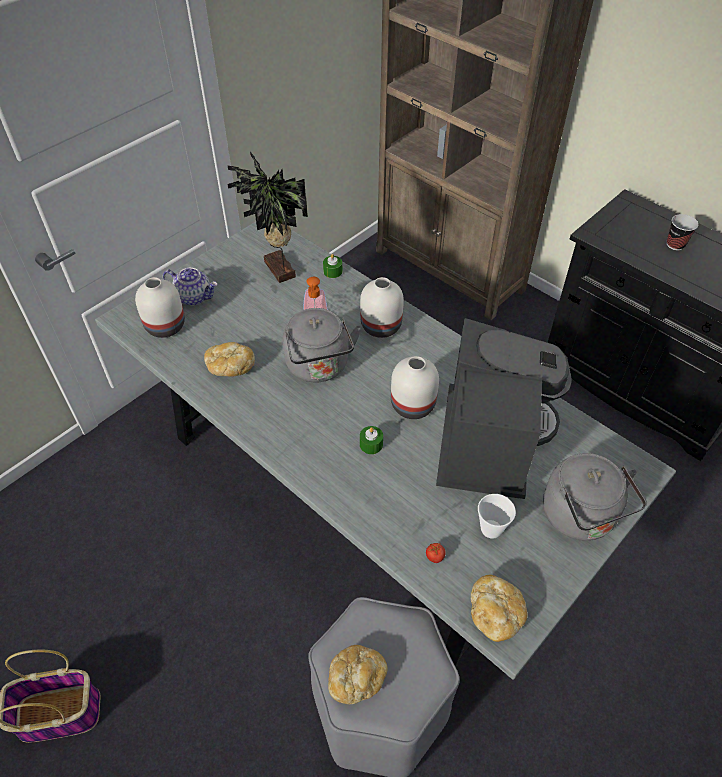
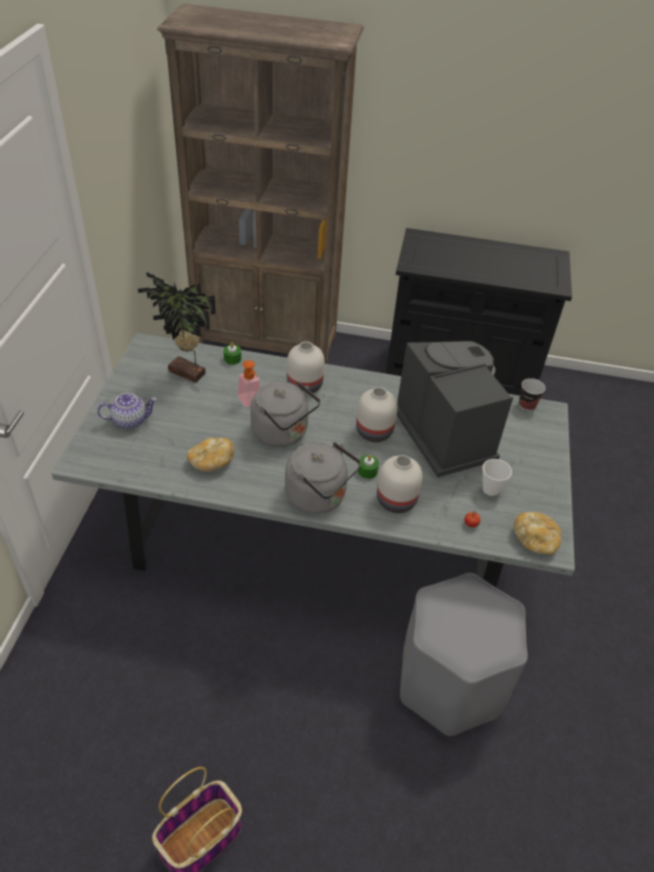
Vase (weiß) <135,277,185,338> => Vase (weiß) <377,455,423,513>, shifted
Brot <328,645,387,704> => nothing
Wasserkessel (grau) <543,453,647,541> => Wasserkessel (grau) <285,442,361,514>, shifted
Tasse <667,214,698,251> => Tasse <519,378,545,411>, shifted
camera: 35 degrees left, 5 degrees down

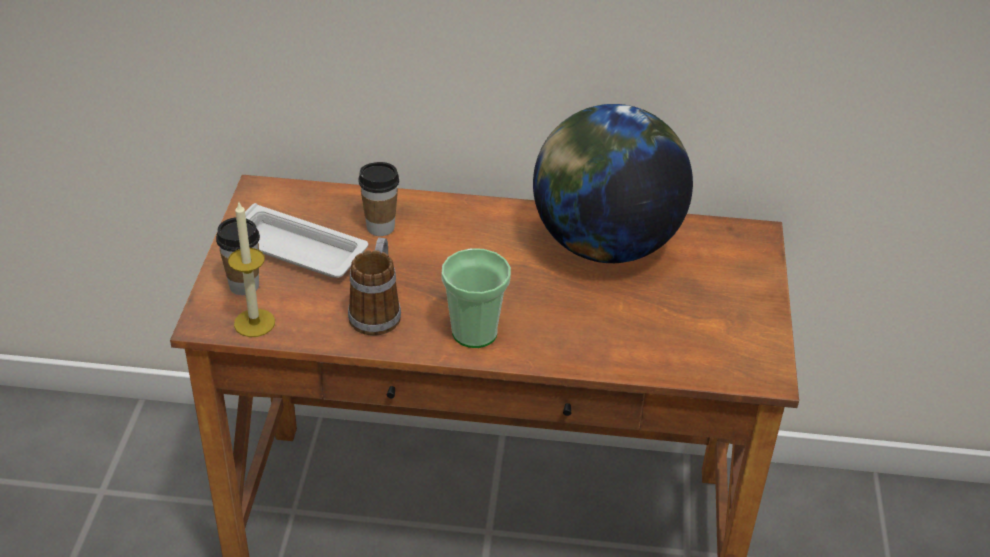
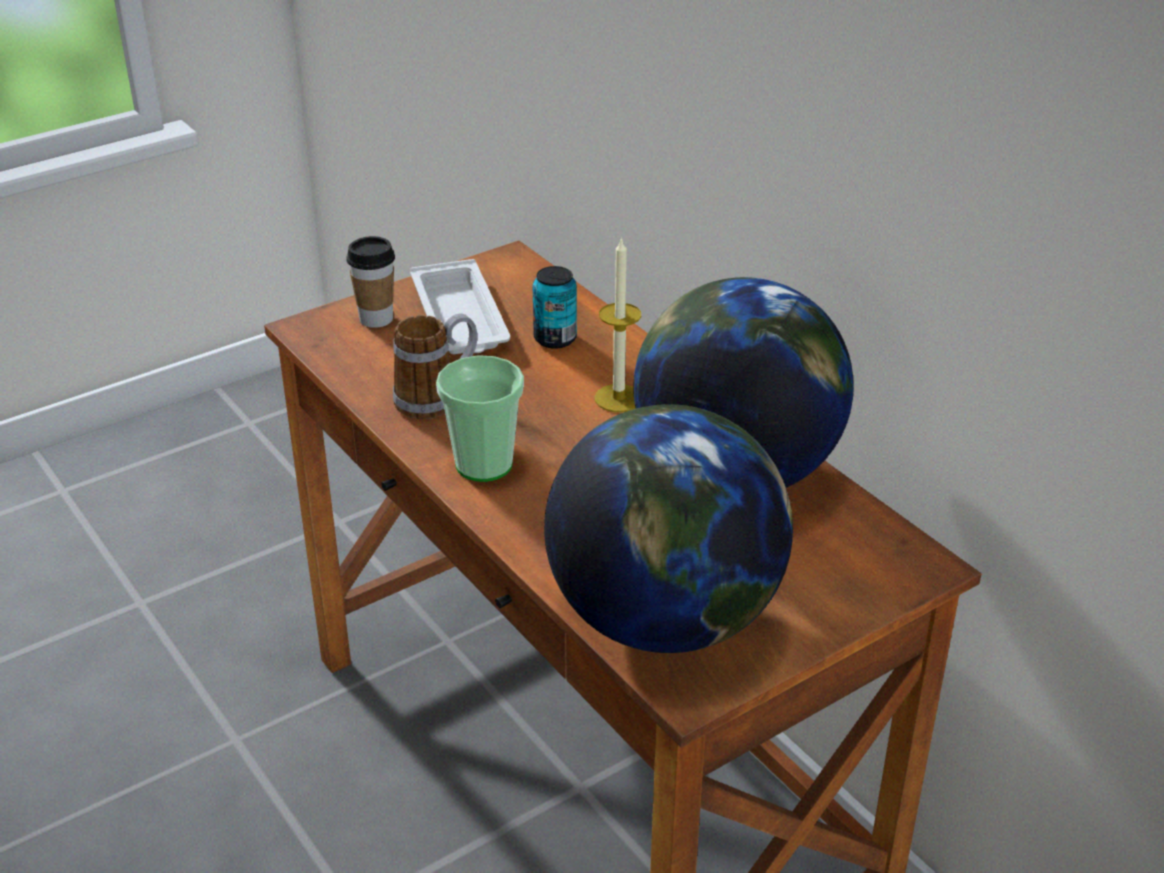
Kerze <228,202,275,337> => Kerze <595,237,641,412>, shifted
Tasse <358,162,399,236> => Dose <533,266,577,349>
nothing => Globus <544,404,793,653>
camera: 50 degrees right, 5 degrees down

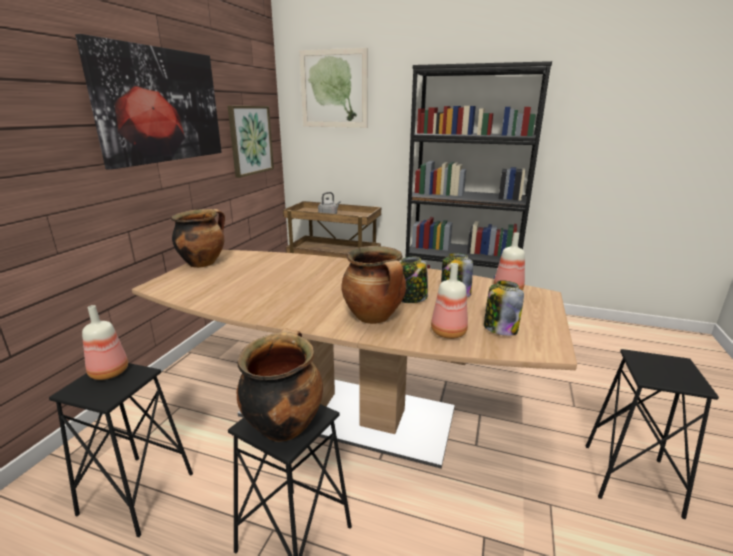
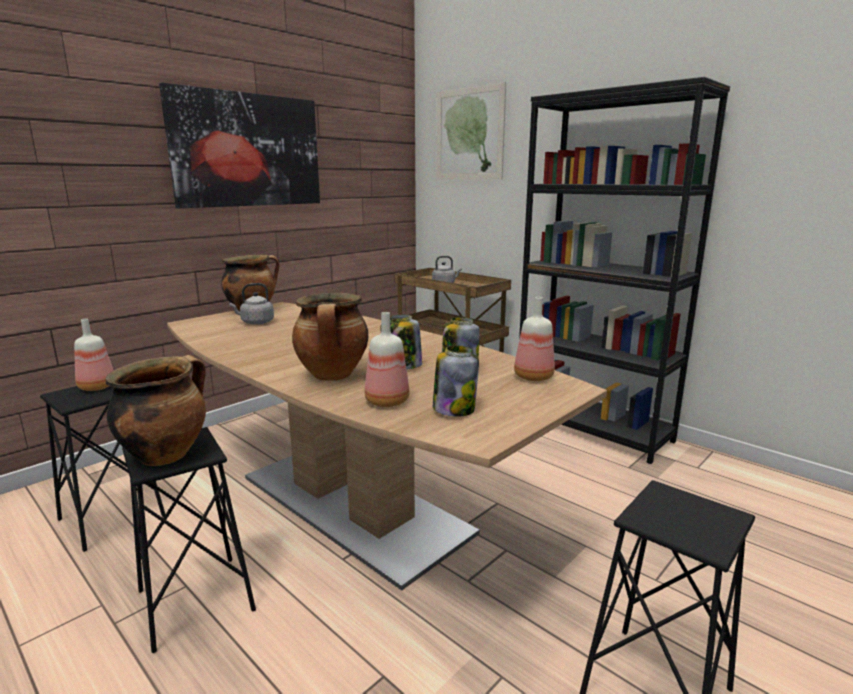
Bild <228,106,274,178> => nothing
nothing => Wasserkessel (grau) <229,283,274,325>
camera: 25 degrees right, 5 degrees down

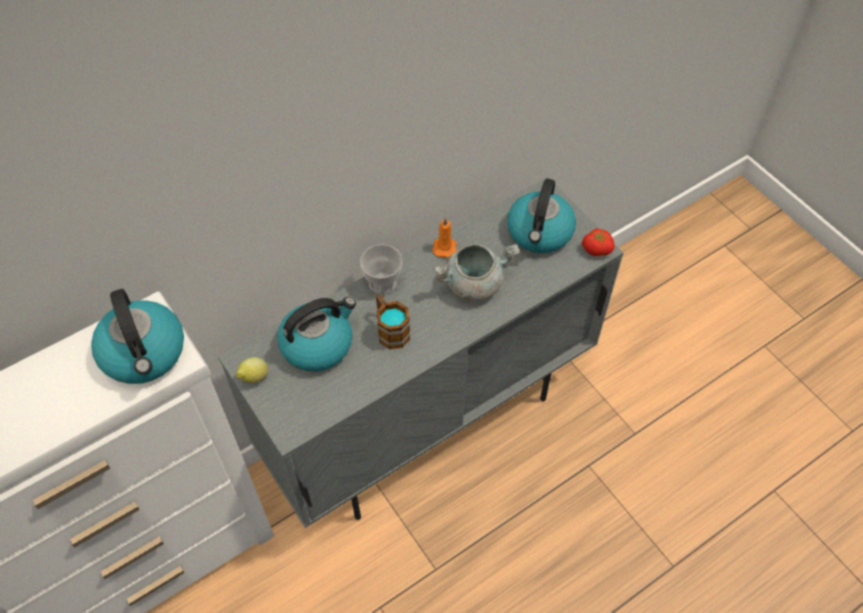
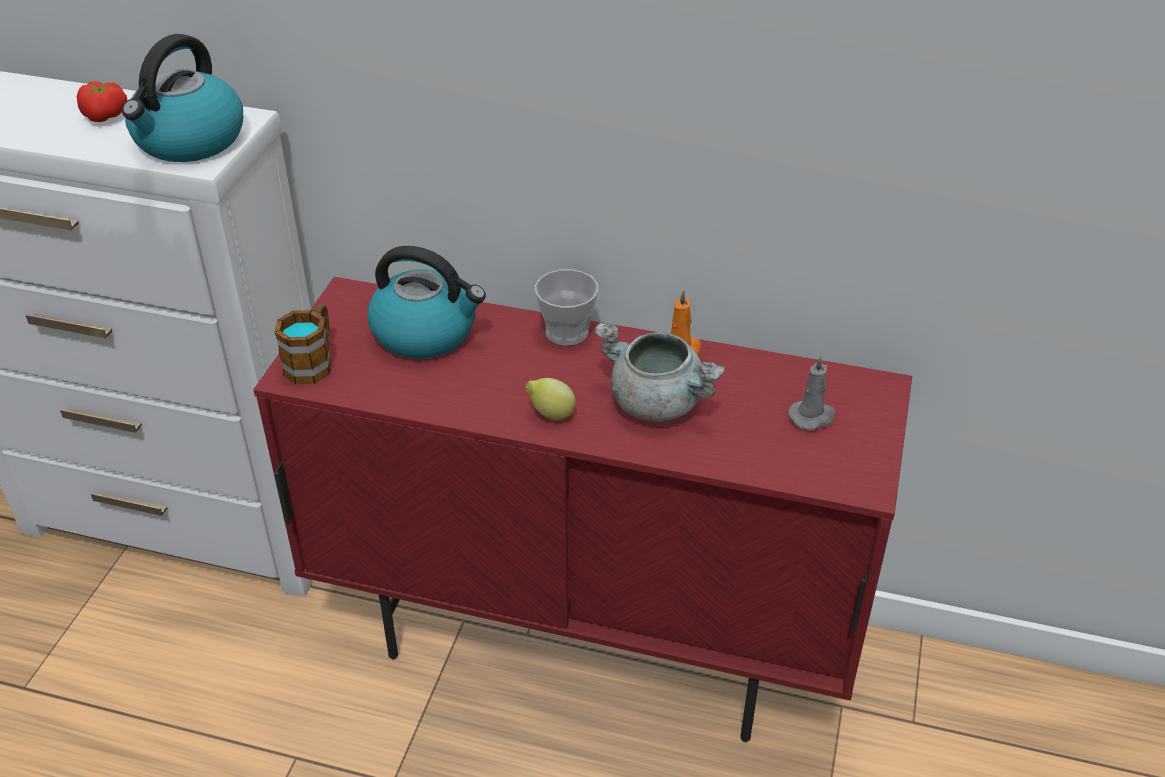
Schrank (grau) <218,177,624,528> => Schrank (rot) <254,277,912,742>
Zitrone <236,357,268,383> => Zitrone <525,378,576,420>, shifted
Henkelbecher <376,295,410,349> => Henkelbecher <275,303,332,384>, shifted
Wasserkessel <507,179,576,253> => Kerze (grau) <788,355,836,430>
Tomate <582,228,615,256> => Tomate <77,81,127,122>, shifted
camera: 50 degrees right, 15 degrees down

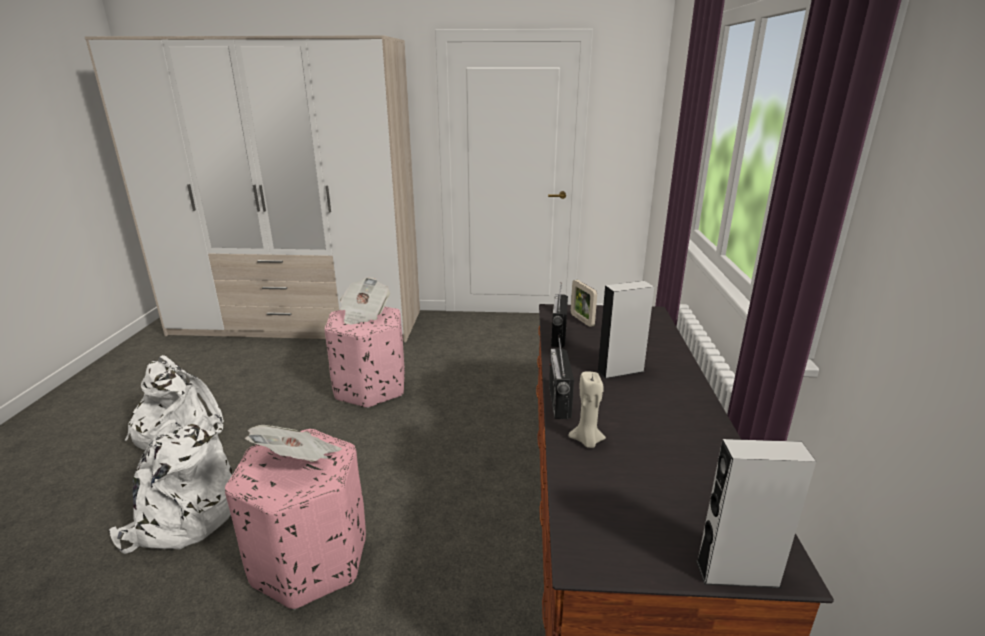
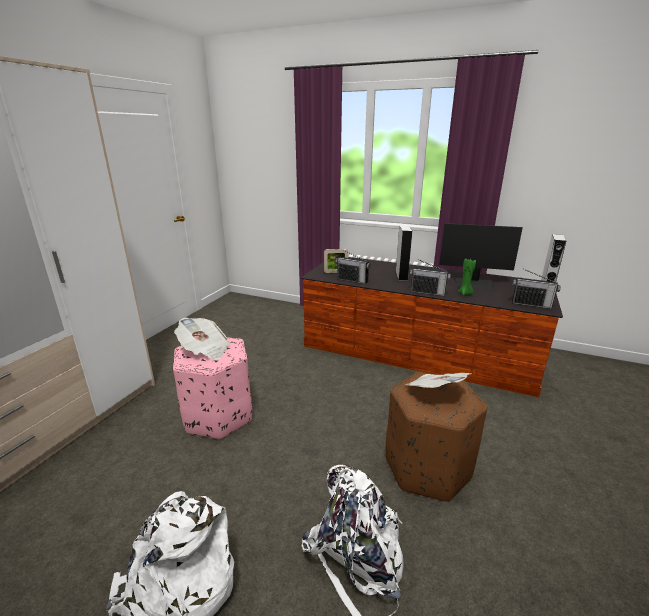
Polsterhocker (rosa) <225,429,366,610> => Polsterhocker (braun) <386,372,487,502>
Kerze (beige) <568,371,606,448> => Kerze (grün) <458,257,476,296>
nothing => Monitor <439,223,523,290>
nothing => Radio <512,269,561,309>
camera: 70 degrees left, 0 degrees up

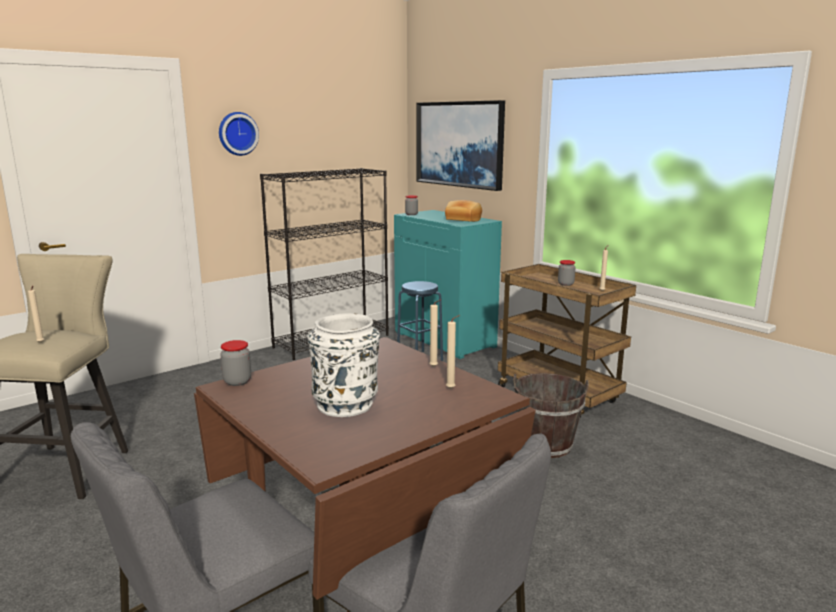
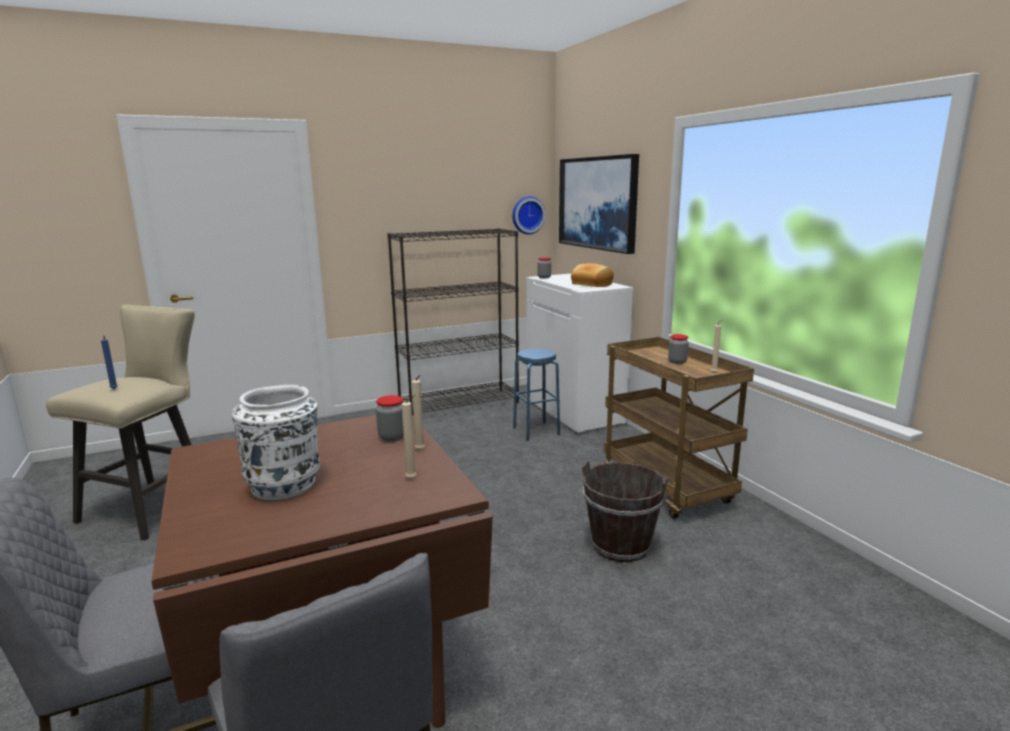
Kerze (beige) <28,286,44,343> => Kerze (blau) <101,335,118,389>
Wanduhr <219,112,259,156> => Wanduhr <512,196,546,234>, shifted
Vorratsglas <220,340,251,386> => Vorratsglas <376,395,404,442>, shifted
Schrank (türkis) <394,210,502,359> => Schrank (weiß) <527,274,633,435>
camera: 15 degrees right, 0 degrees up

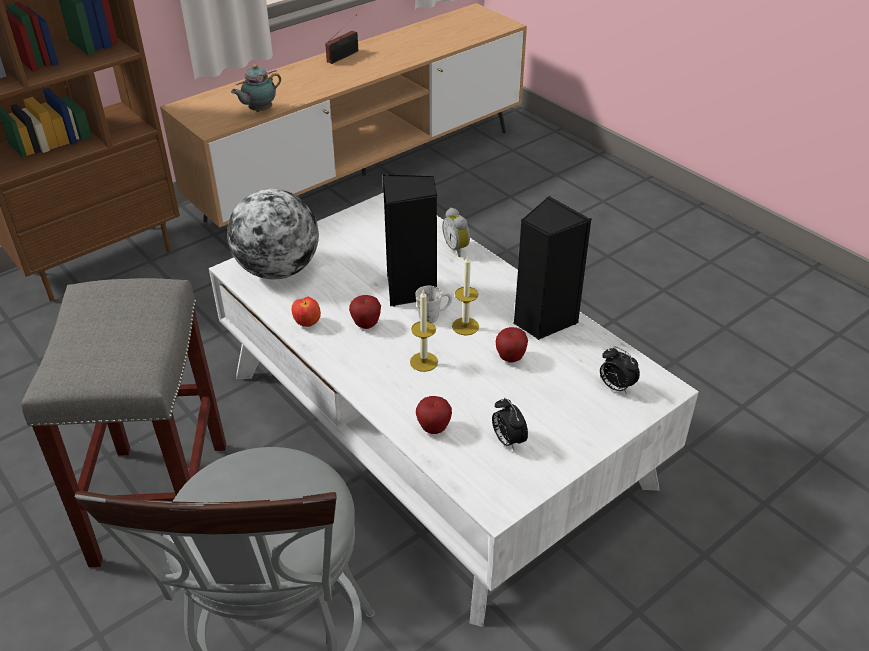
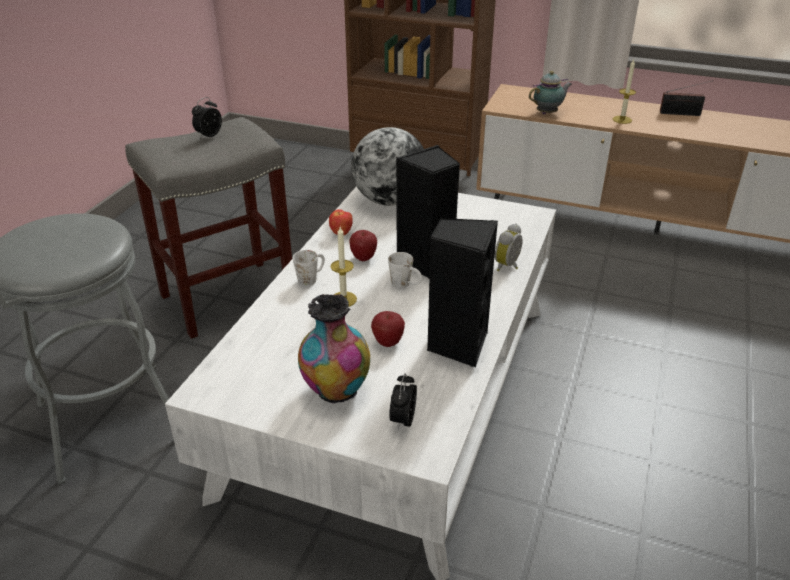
Teekanne <231,64,281,112> => Teekanne <529,71,572,114>, 135 degrees clockwise
Apfel <416,396,452,434> => nothing
Kerze <452,256,479,335> => Kerze <613,59,636,124>, shifted
Wecker <492,398,528,450> => Wecker <192,97,222,139>, shifted
nothing => Henkelbecher (weiß) <293,250,325,286>
nothing => Vase <298,294,370,404>
camera: 60 degrees right, 5 degrees down

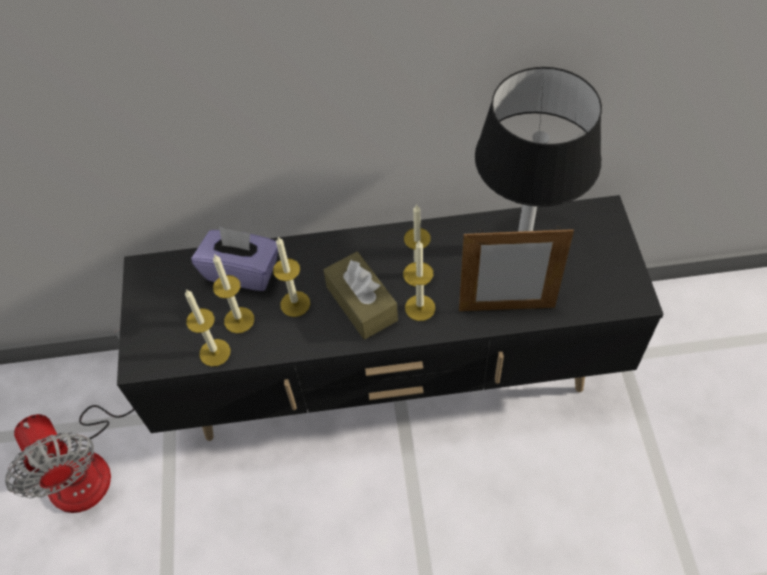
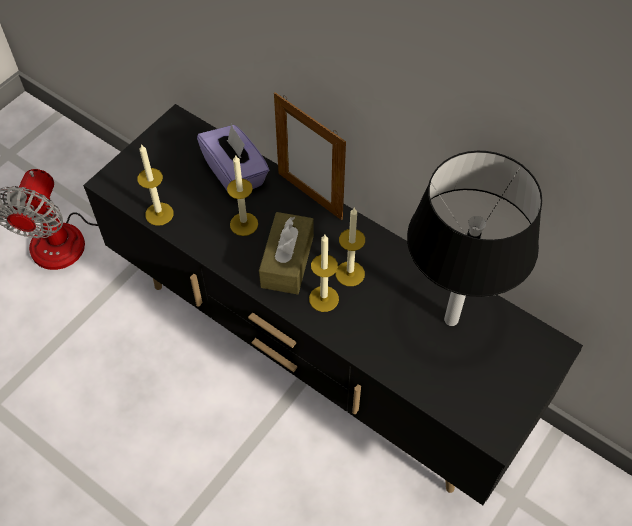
Kerze <213,255,254,333> => nothing
Bilderrahmen <459,227,574,311> => Bilderrahmen <274,92,346,220>, shifted
camera: 40 degrees right, 0 degrees up

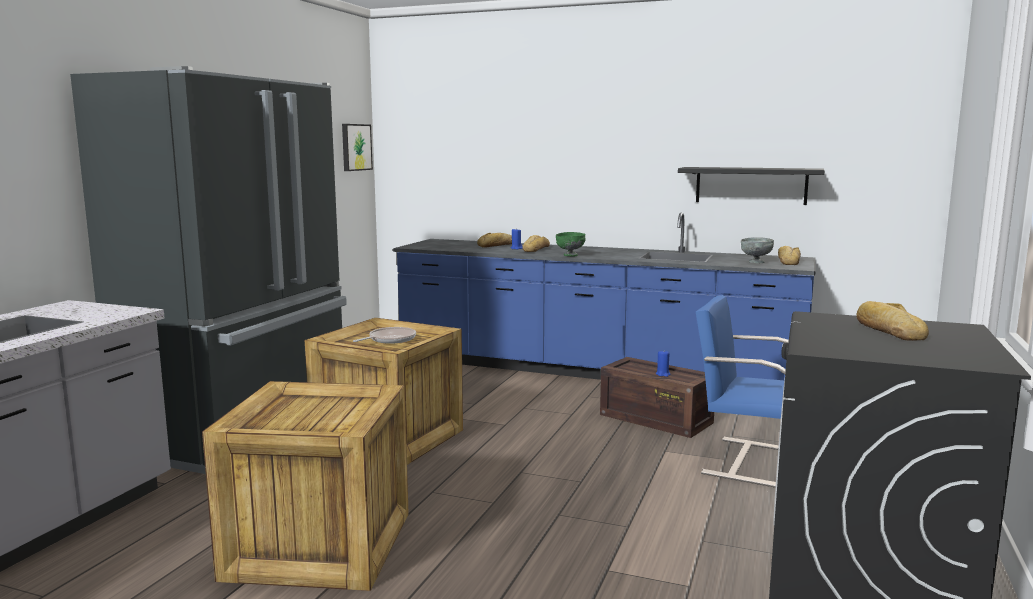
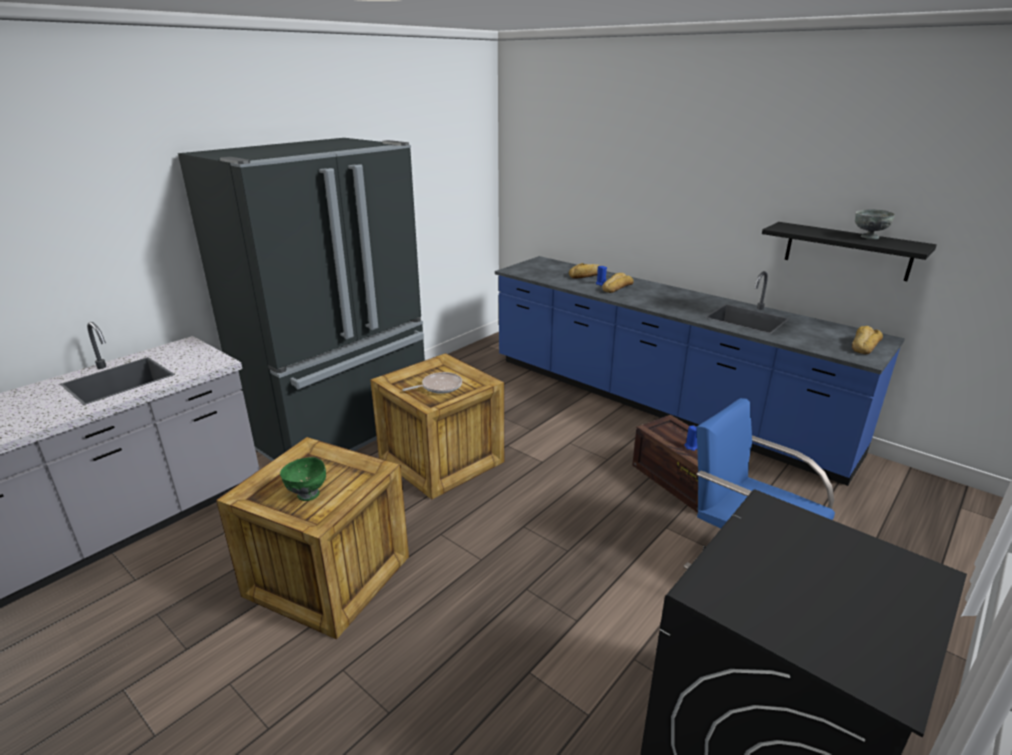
Bild <342,124,373,171> => nothing
Schüssel (grün) <555,232,586,256> => Schüssel (grün) <280,457,326,501>, shifted
Schüssel (grau) <741,237,774,263> => Schüssel (grau) <855,209,895,239>, shifted
Brot <857,301,929,341> => nothing
camera: 20 degrees right, 15 degrees up

